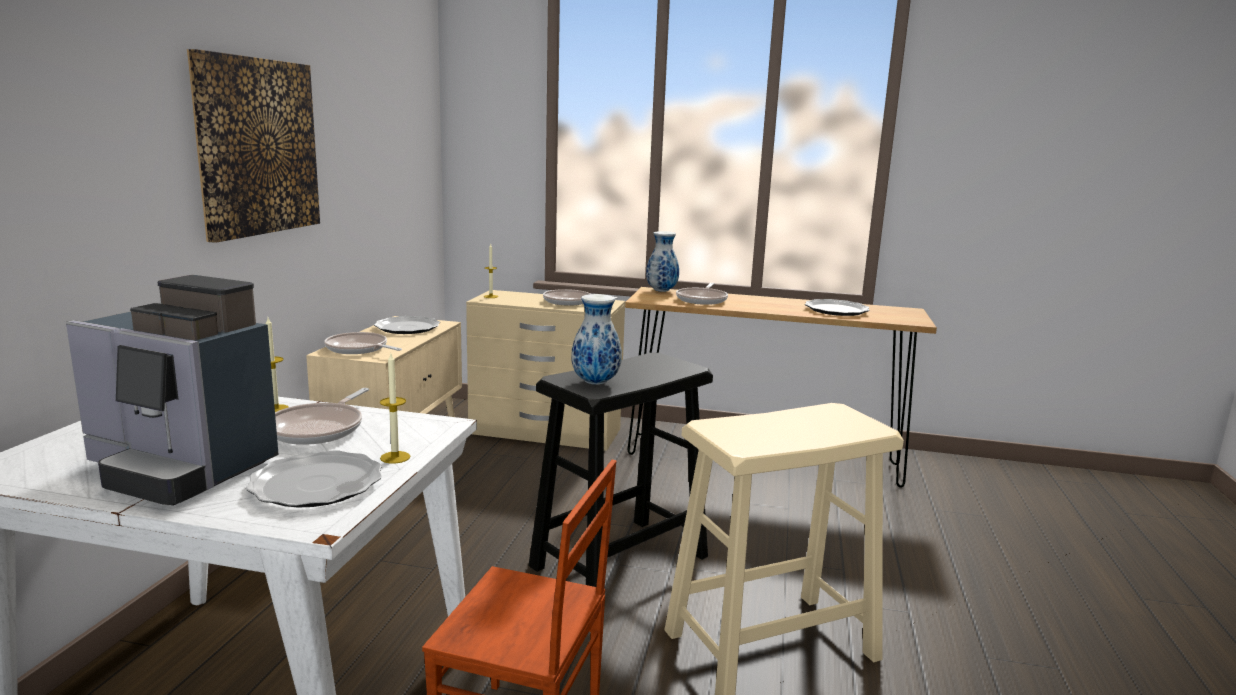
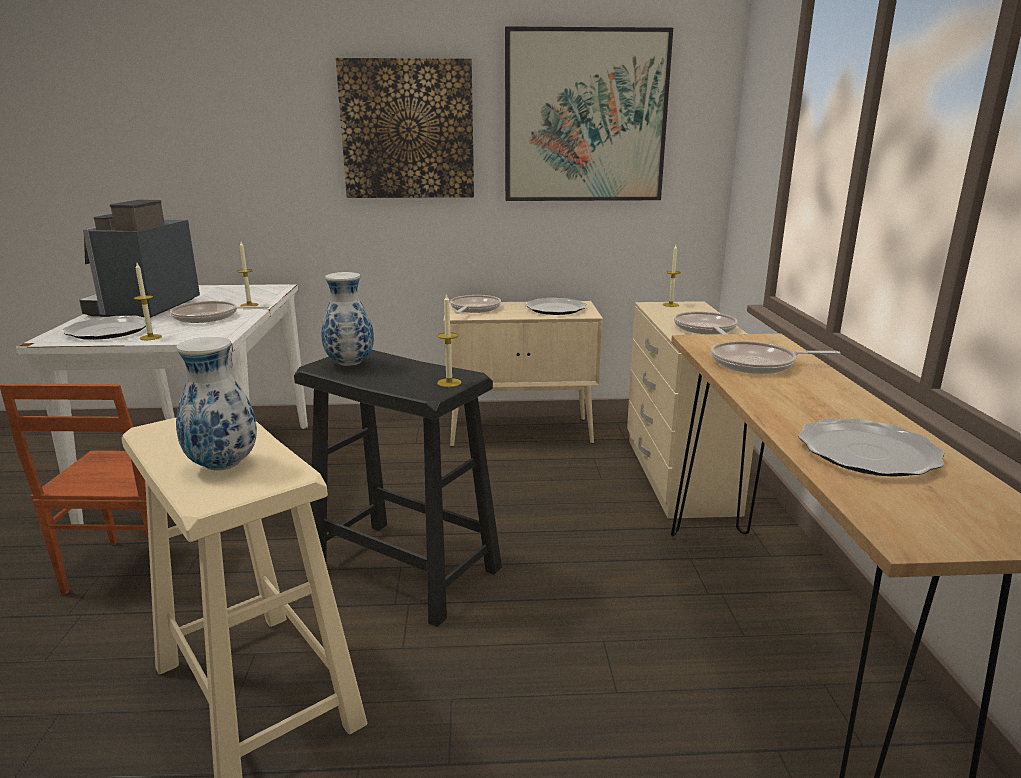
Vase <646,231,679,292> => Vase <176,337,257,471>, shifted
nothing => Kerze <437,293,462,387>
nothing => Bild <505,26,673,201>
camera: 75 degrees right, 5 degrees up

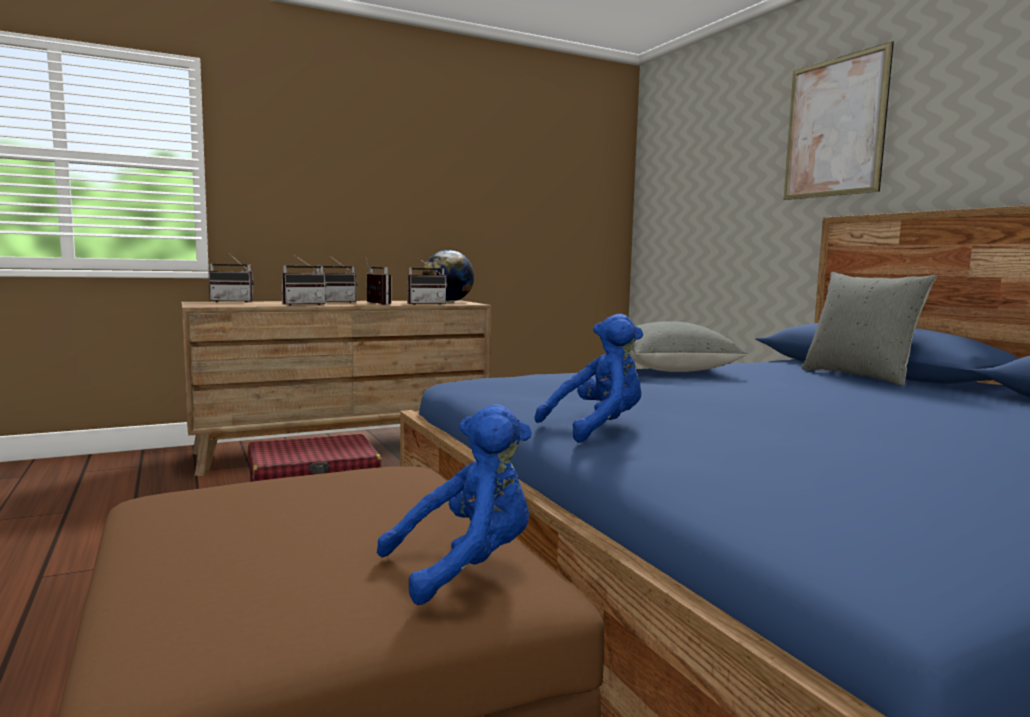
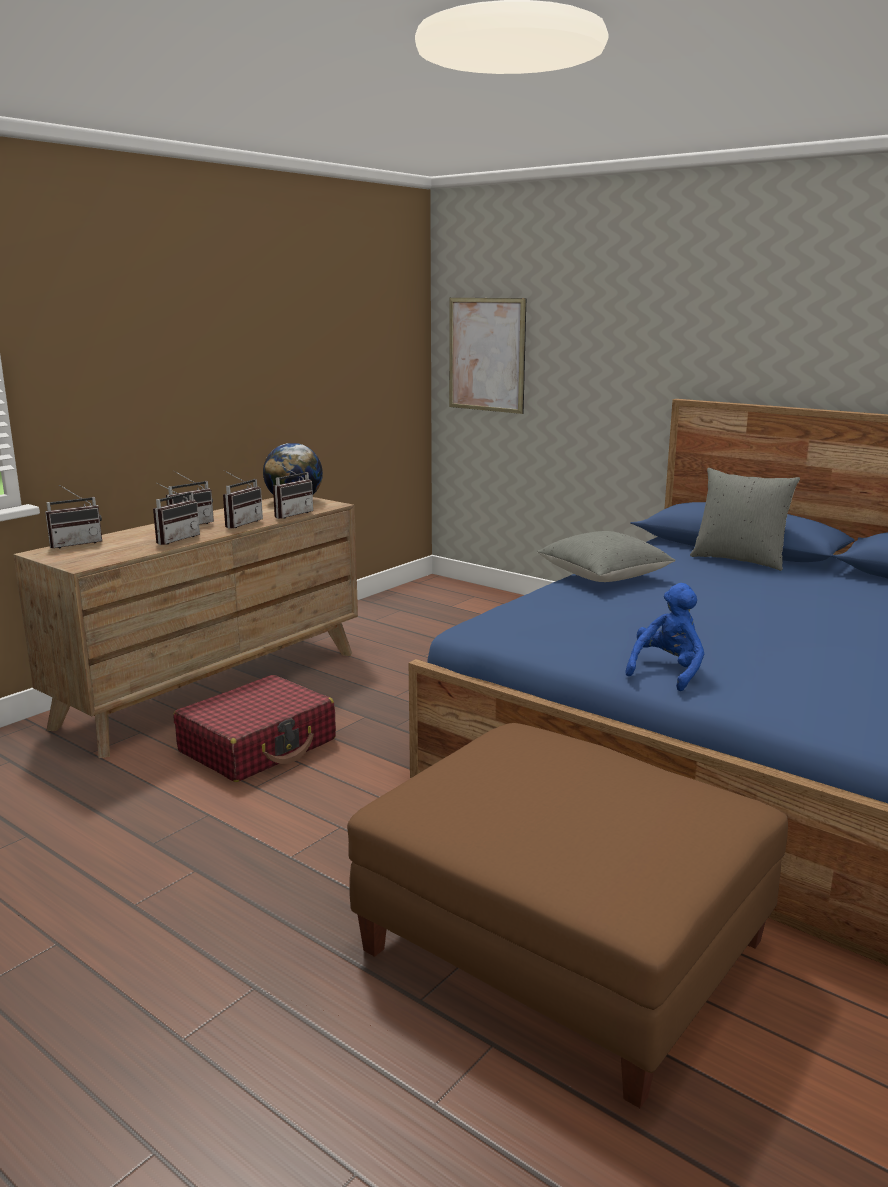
Radio <366,259,392,305> => Radio <223,470,263,529>, 90 degrees clockwise
Plüschtier (blau) <377,404,532,605> => nothing
Bild <784,41,894,200> => Bild <449,298,526,414>, shifted
camera: 25 degrees left, 10 degrees up

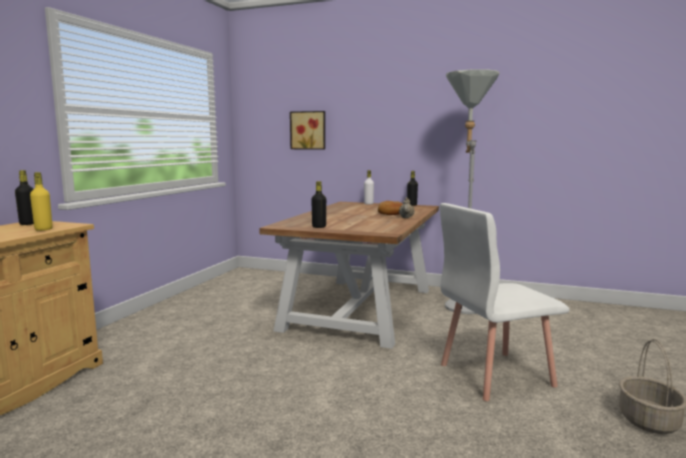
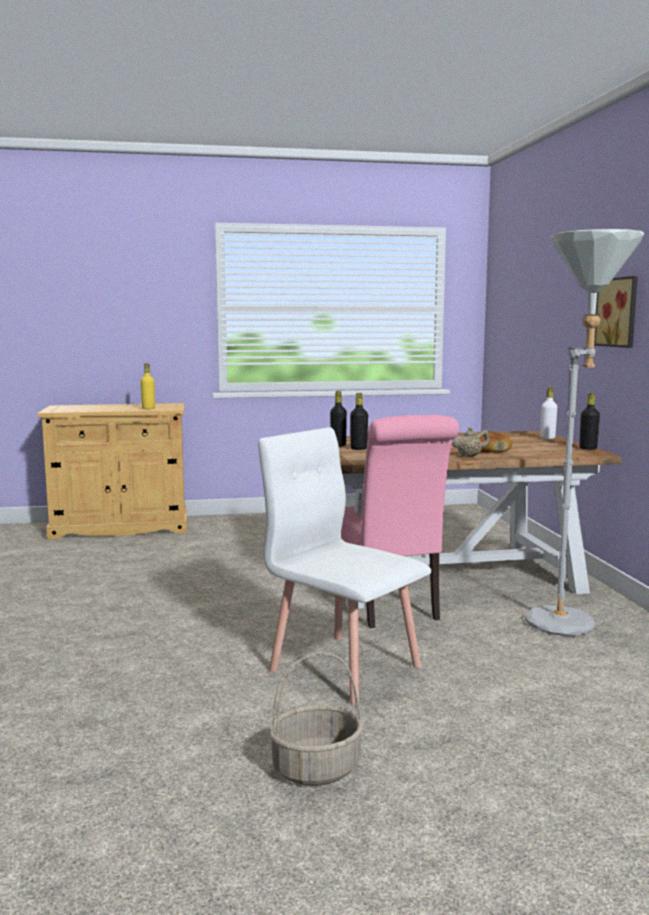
Flasche (schwarz) <15,170,34,225> => Flasche (schwarz) <350,393,368,450>, shifted
Bild <290,111,325,150> => Bild <594,276,638,348>, shifted
nothing => Stuhl (rosa) <341,415,459,628>
camera: 60 degrees right, 0 degrees up

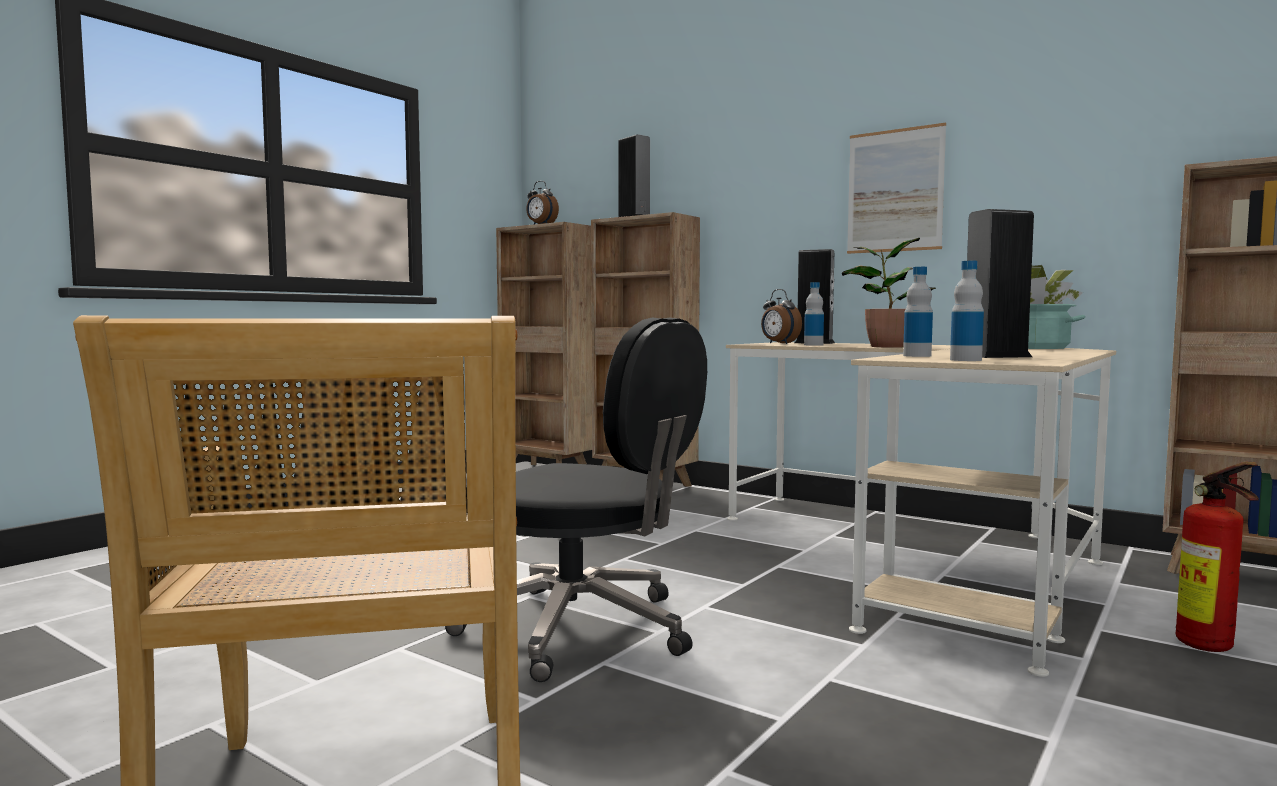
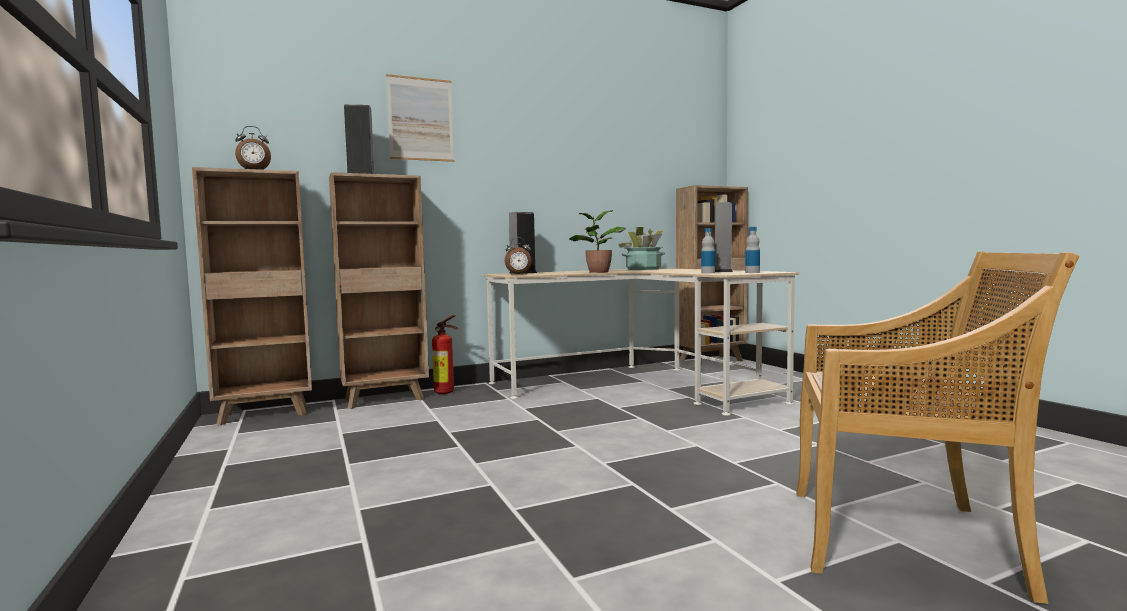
Bürostuhl (schwarz) <445,317,707,682> => nothing
Flasche <804,282,824,346> => nothing
Bild <847,123,946,254> => Bild <386,74,454,162>, shifted
Feuerlöscher <1176,461,1259,652> => Feuerlöscher <432,315,458,394>, shifted
camera: 60 degrees left, 0 degrees up

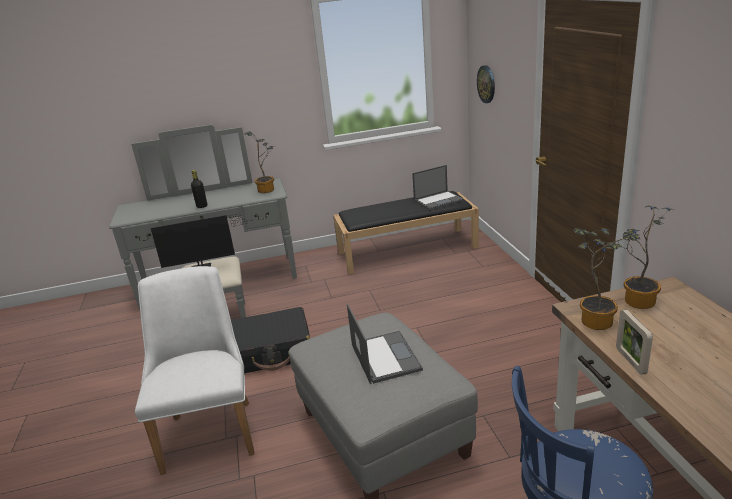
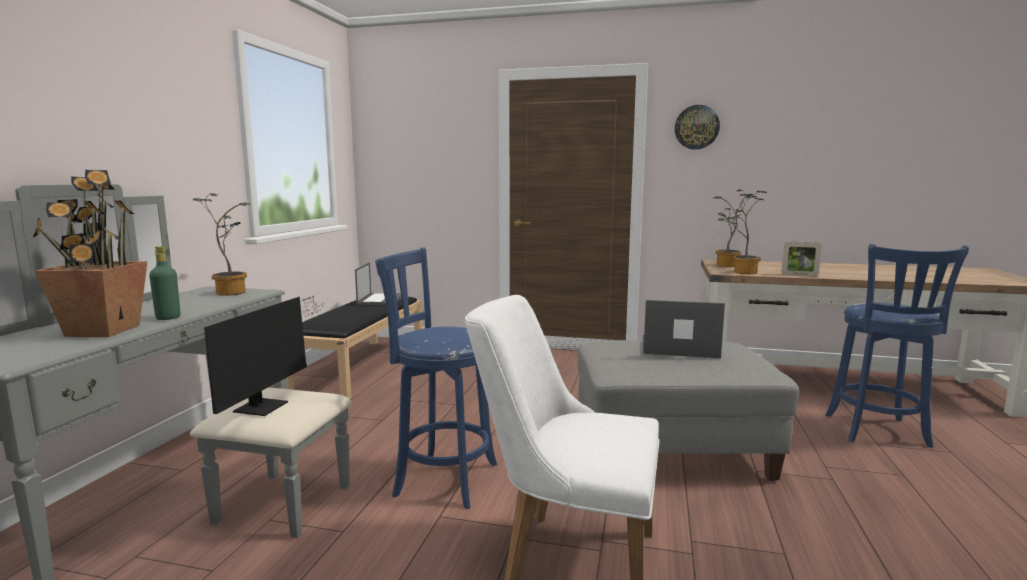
Flasche (schwarz) <191,170,207,208> => Flasche (grün) <149,246,181,320>
Koffer (schwarz) <231,307,310,373> => Hocker (blau) <375,247,497,509>
Wanduhr <477,65,495,103> => Wanduhr <675,105,720,150>, shifted
nothing => Topfpflanze <32,170,148,337>
camera: 65 degrees left, 15 degrees down

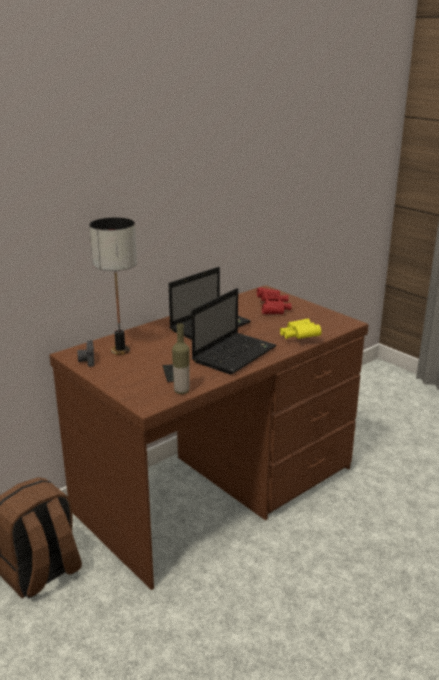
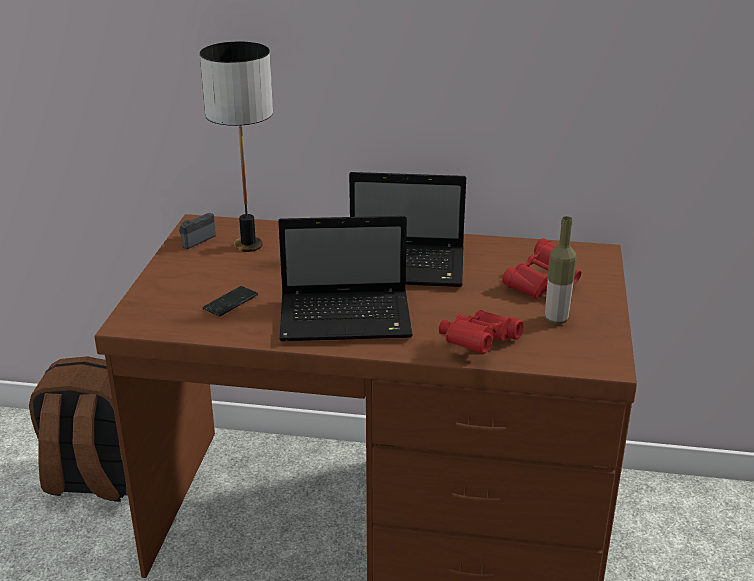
Flasche <172,323,190,394> => Flasche <545,216,577,324>, shifted
Fernglas (gelb) <280,319,321,339> => Fernglas (rot) <439,310,524,354>
camera: 50 degrees right, 5 degrees up

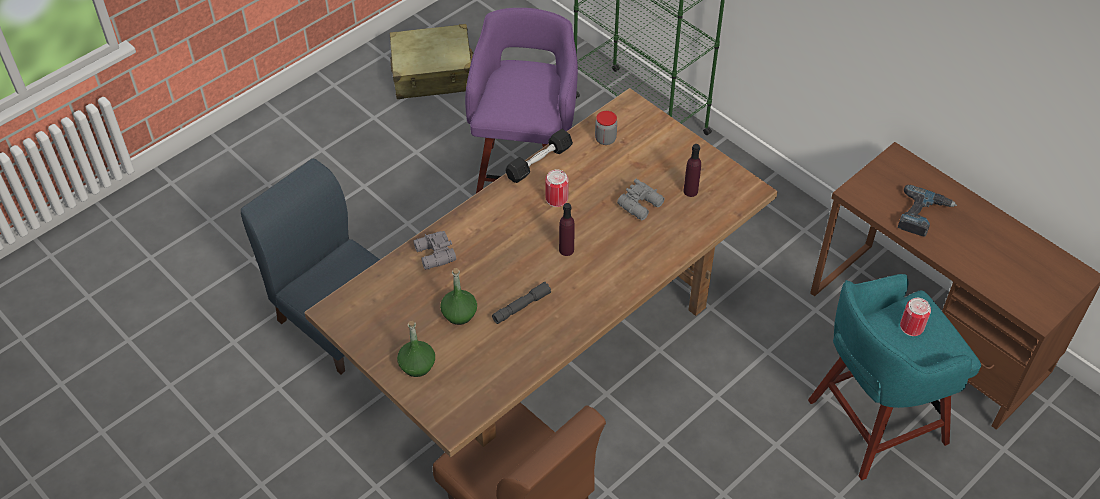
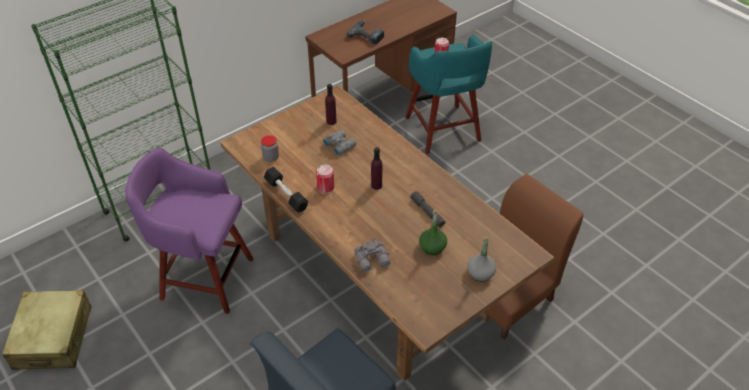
Flasche (grün) <397,321,435,377> => Flasche (grau) <467,236,497,282>
camera: 85 degrees left, 5 degrees down

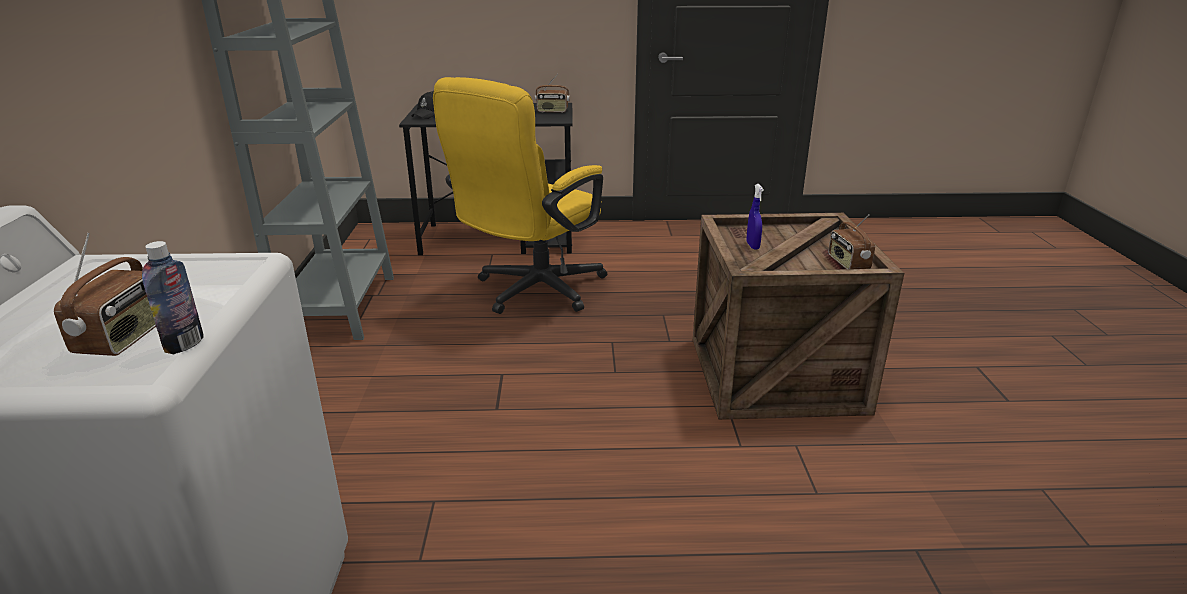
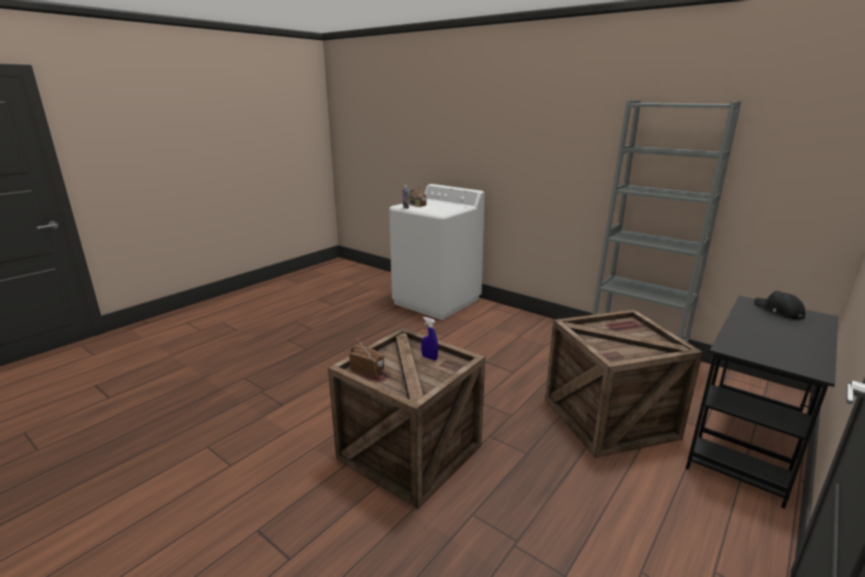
Bürostuhl (gelb) <433,77,607,314> => Kiste <545,309,703,458>
Radio <535,74,570,113> => nothing
camera: 130 degrees right, 5 degrees down

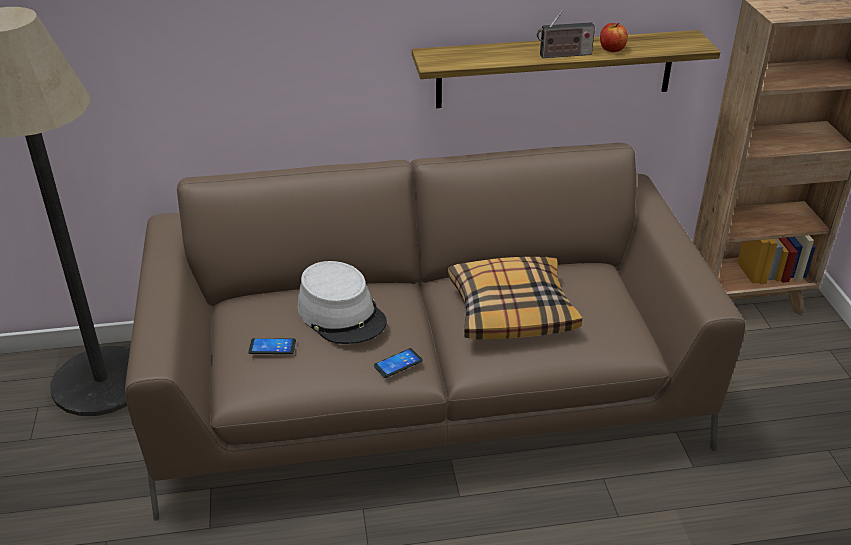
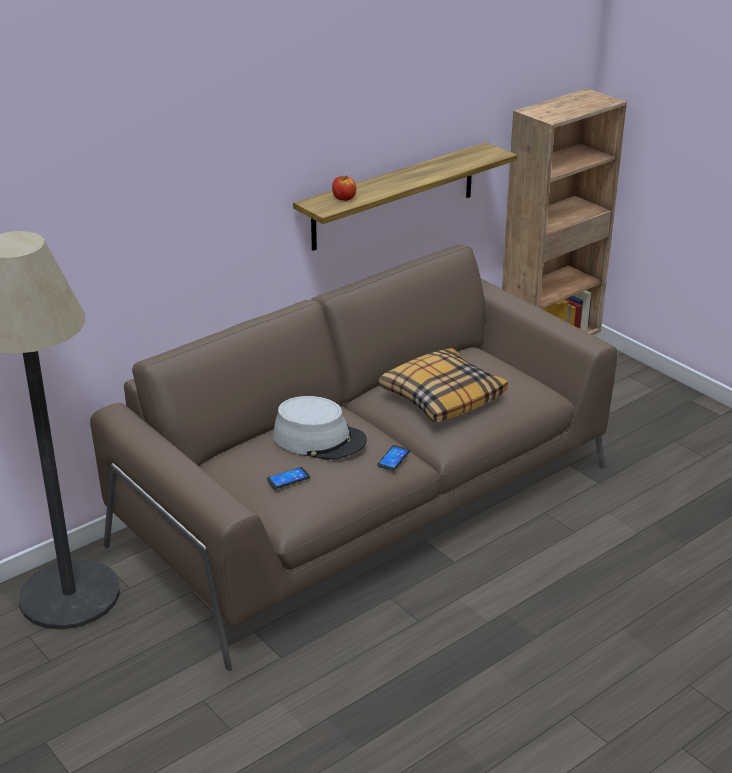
Radio <537,10,595,58> => nothing
Apfel <600,23,628,52> => Apfel <332,175,356,201>, shifted
camera: 30 degrees left, 5 degrees down

